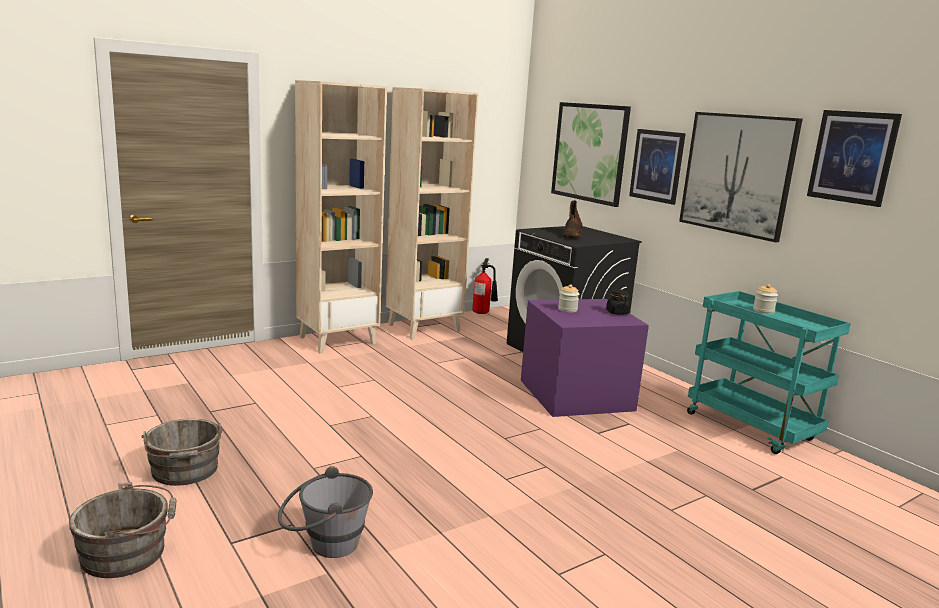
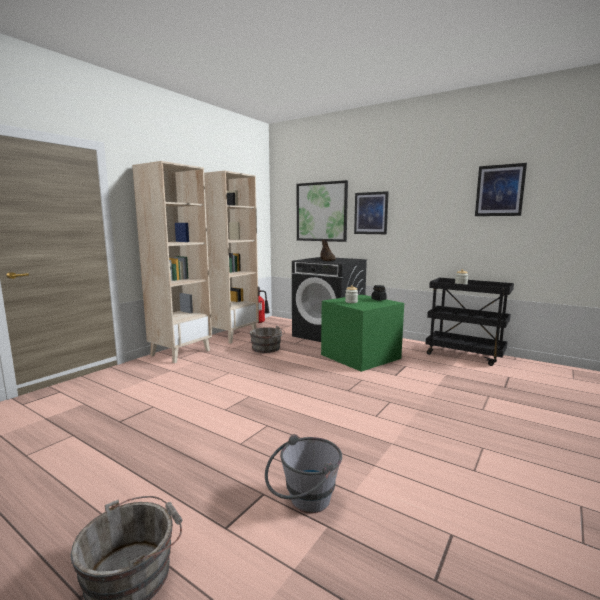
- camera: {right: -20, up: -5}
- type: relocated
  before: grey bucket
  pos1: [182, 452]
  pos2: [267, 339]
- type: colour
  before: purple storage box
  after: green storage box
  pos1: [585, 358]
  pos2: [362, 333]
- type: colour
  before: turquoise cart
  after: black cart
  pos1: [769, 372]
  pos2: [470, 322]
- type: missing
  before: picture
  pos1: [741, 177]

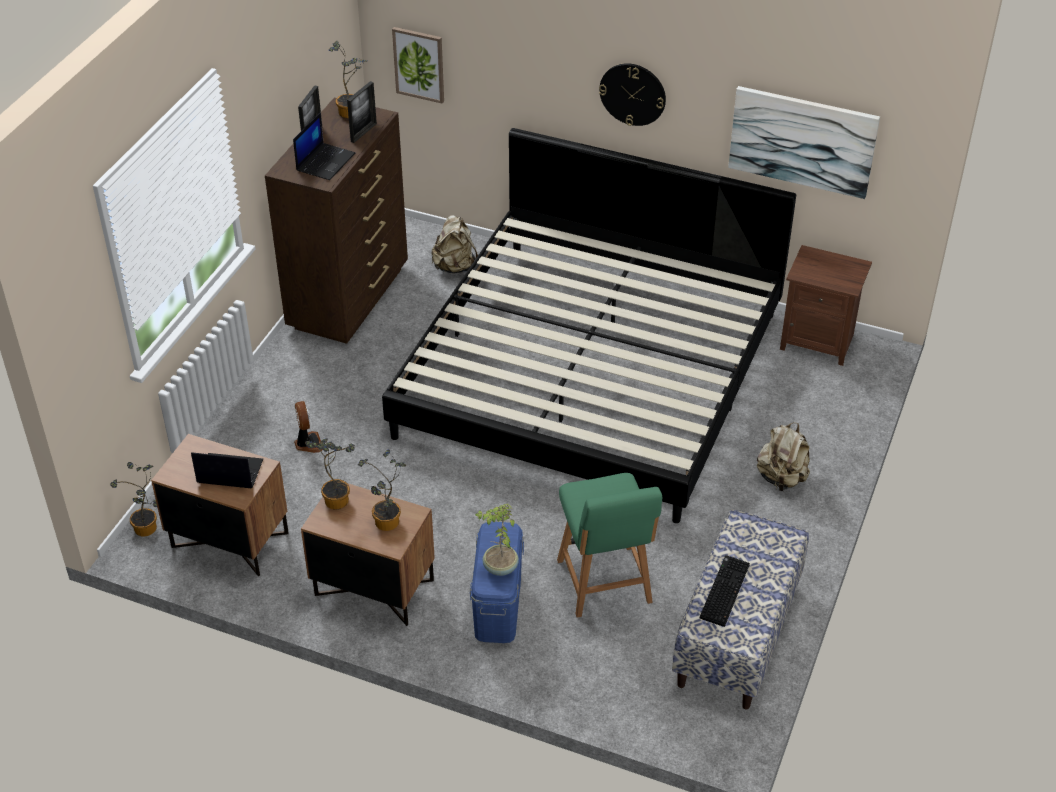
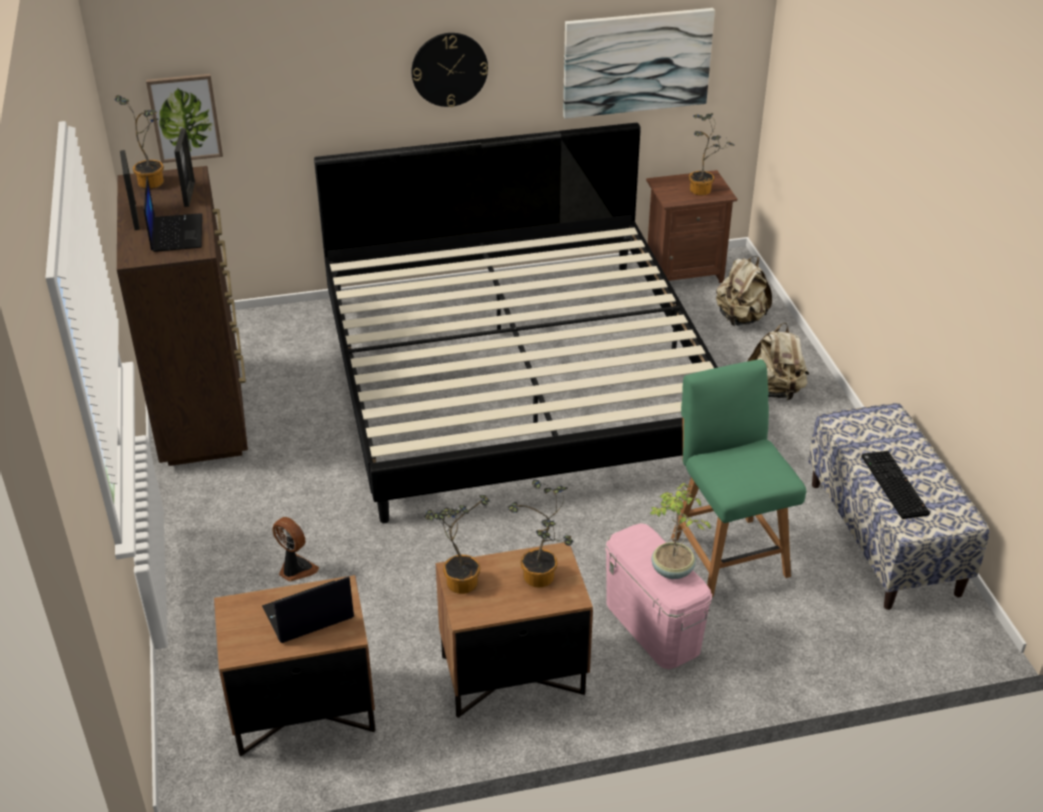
- camera: {right: -35, up: -5}
- type: colour
  before: blue storage box
  after: pink storage box
  pos1: [497, 582]
  pos2: [658, 596]
- type: spun
  before: green chair
  pos1: [609, 545]
  pos2: [738, 478]
  turn: -150
- type: relocated
  before: potted plant
  pos1: [133, 499]
  pos2: [712, 154]
- type: relocated
  before: beige backpack
  pos1: [454, 244]
  pos2: [744, 291]

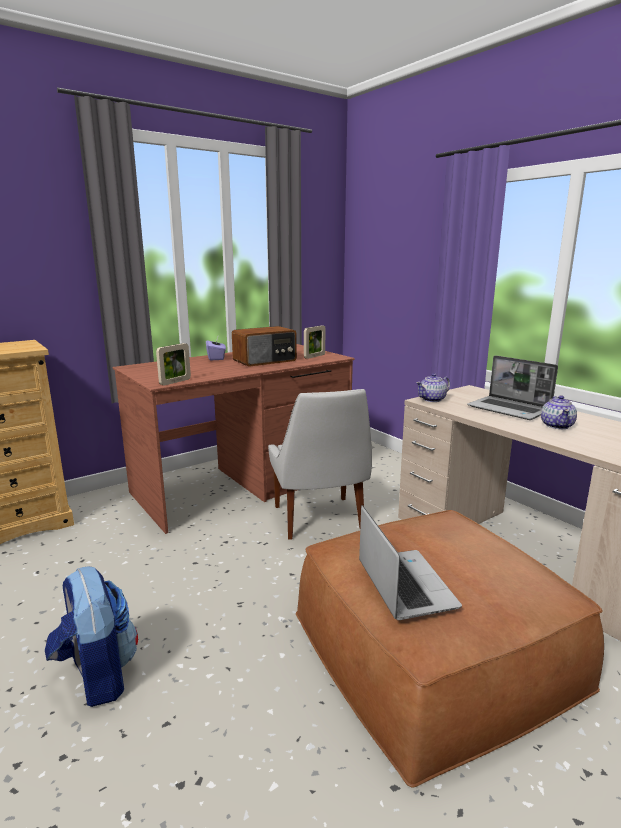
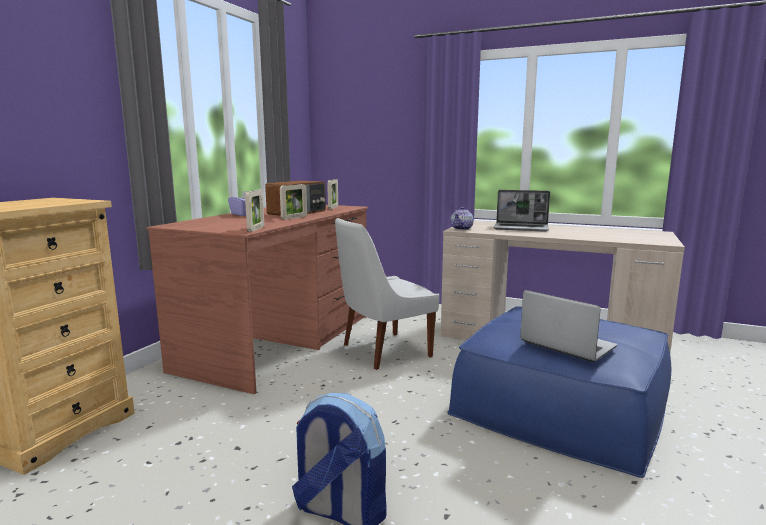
- camera: {right: -30, up: -5}
- type: appeared
  after: picture frame
  pos2: [293, 202]
- type: spun
  before: white chair
  pos1: [320, 464]
  pos2: [387, 294]
  turn: 105
- type: colour
  before: brown ottoman
  after: blue ottoman
  pos1: [450, 649]
  pos2: [559, 392]
- type: missing
  before: teapot
  pos1: [559, 412]

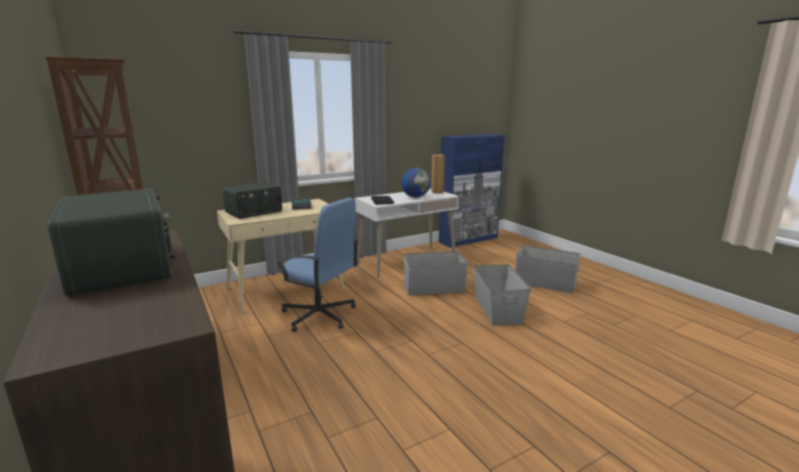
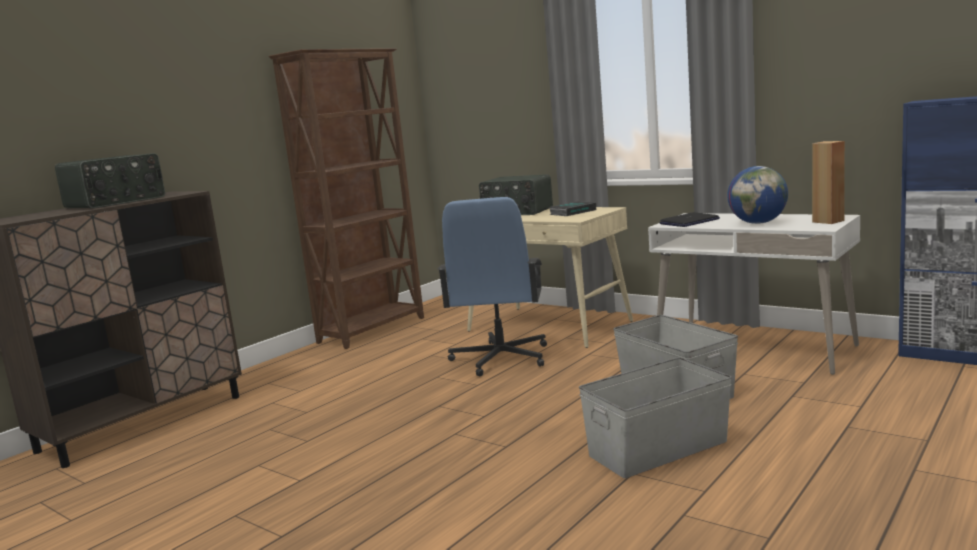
- camera: {right: 70, up: -5}
- type: missing
  before: grey storage box
  pos1: [547, 269]

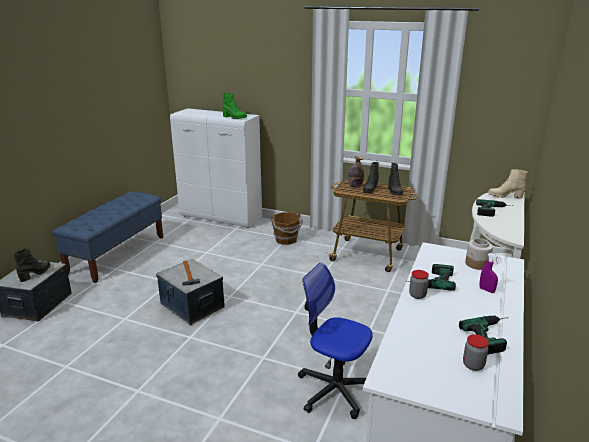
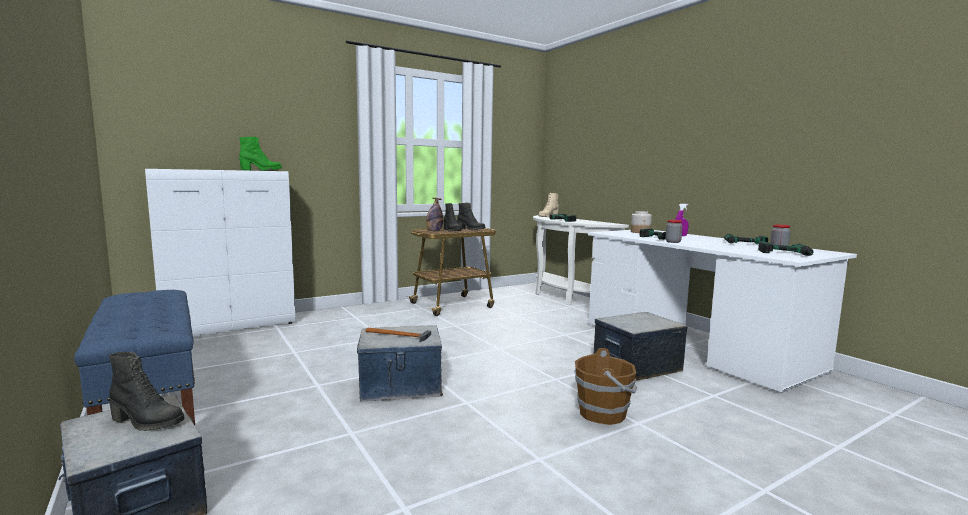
- camera: {right: -55, up: -15}
- type: spun
  before: black boot
  pos1: [31, 265]
  pos2: [147, 391]
  turn: 135
- type: relocated
  before: brown bucket
  pos1: [287, 228]
  pos2: [606, 386]
- type: exchanged
  before: office chair
  after: storage box
  pos1: [335, 341]
  pos2: [641, 346]
- type: appeared
  after: power drill
  pos2: [785, 248]

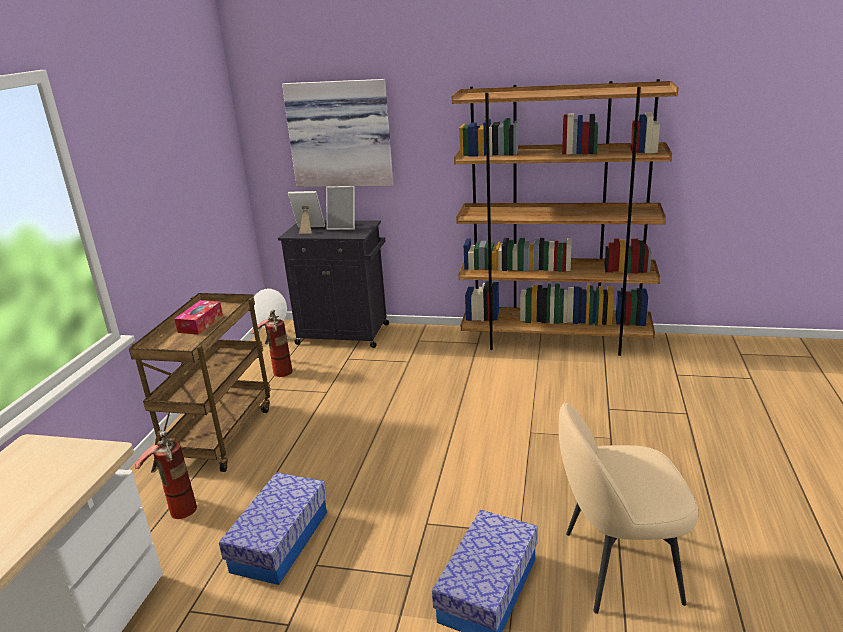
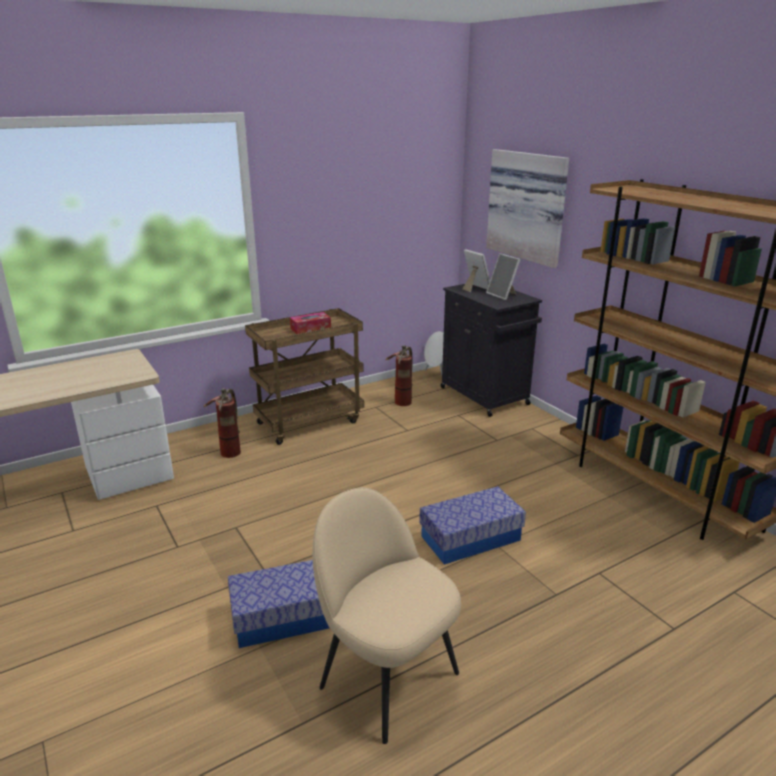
- camera: {right: 45, up: 0}
- type: relocated
  before: storage box
  pos1: [273, 528]
  pos2: [472, 525]

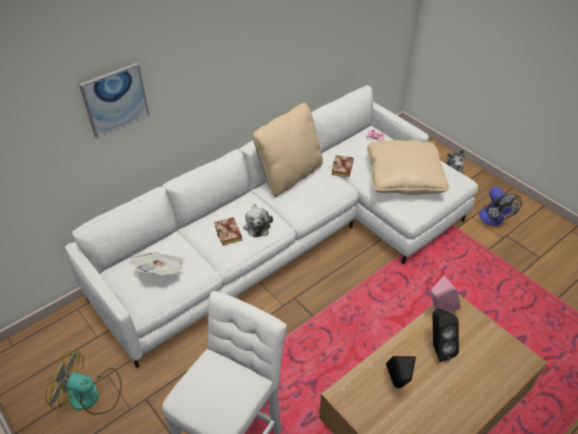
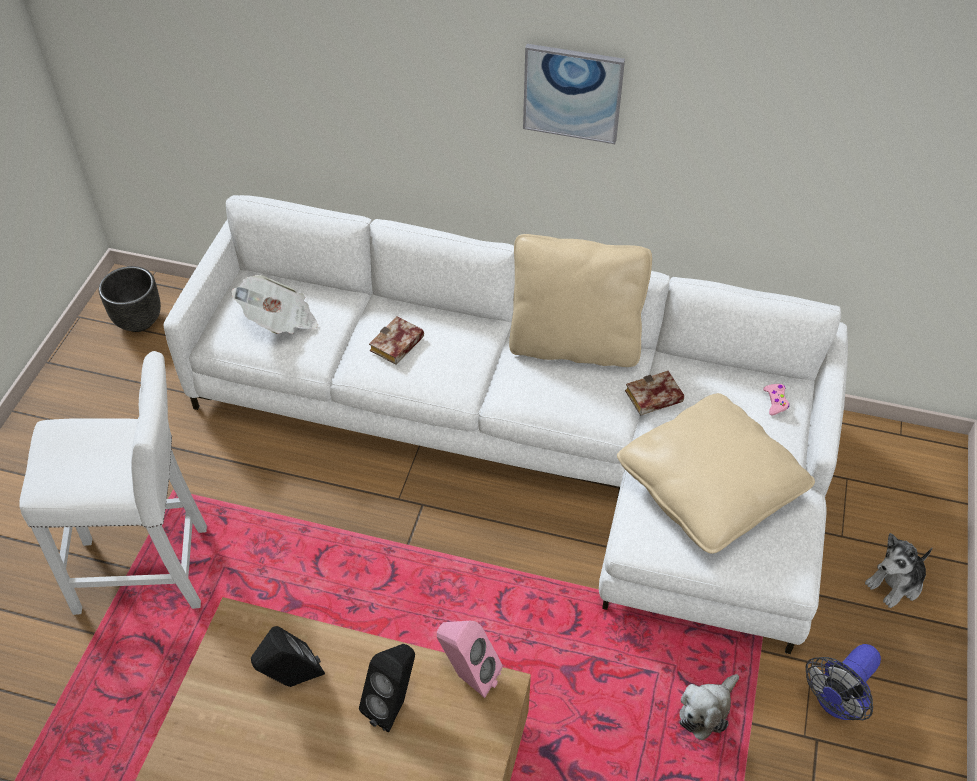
- camera: {right: 55, up: 5}
- type: appeared
  after: black planter
  pos2: [130, 299]
- type: relocated
  before: picture
  pos1: [114, 100]
  pos2: [574, 94]
- type: relocated
  before: plush toy
  pos1: [258, 220]
  pos2: [709, 707]
- type: missing
  before: fan
  pos1: [83, 382]

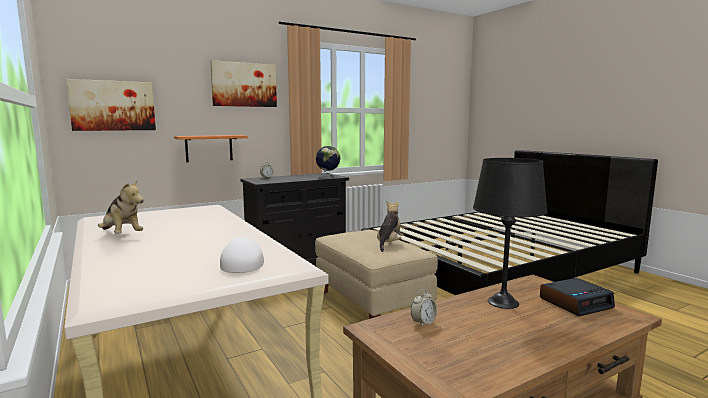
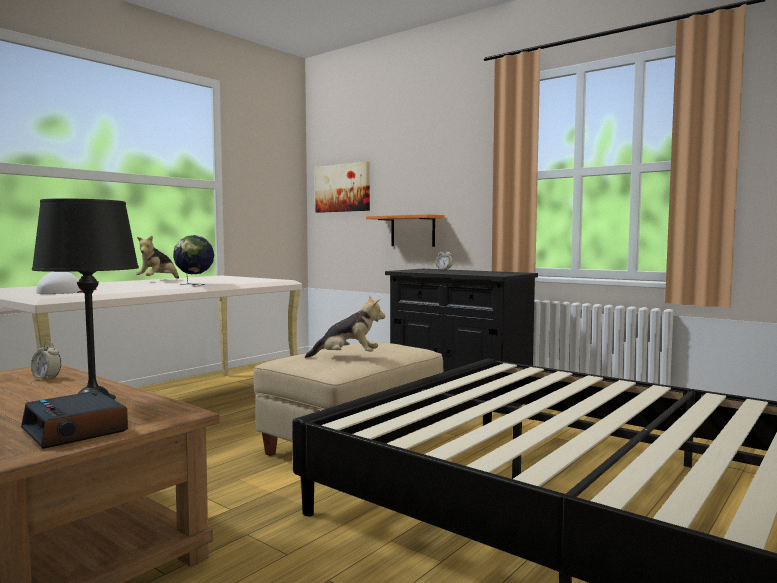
- camera: {right: 70, up: -5}
- type: relocated
  before: globe
  pos1: [328, 162]
  pos2: [193, 260]
- type: missing
  before: picture
  pos1: [243, 83]

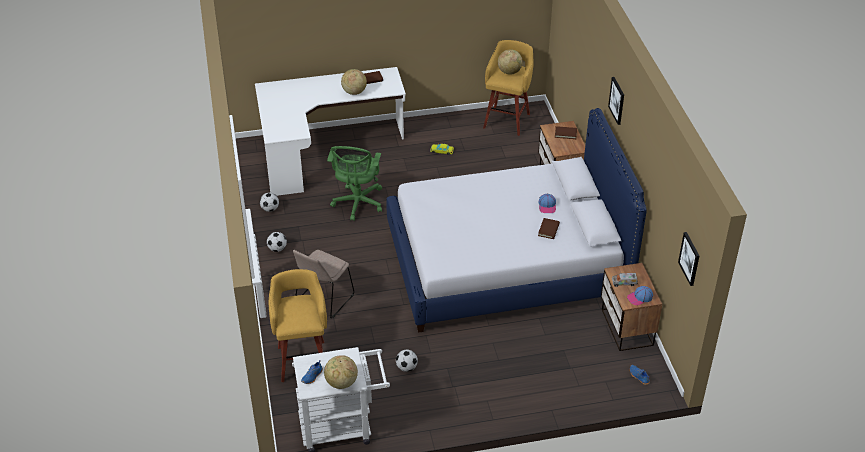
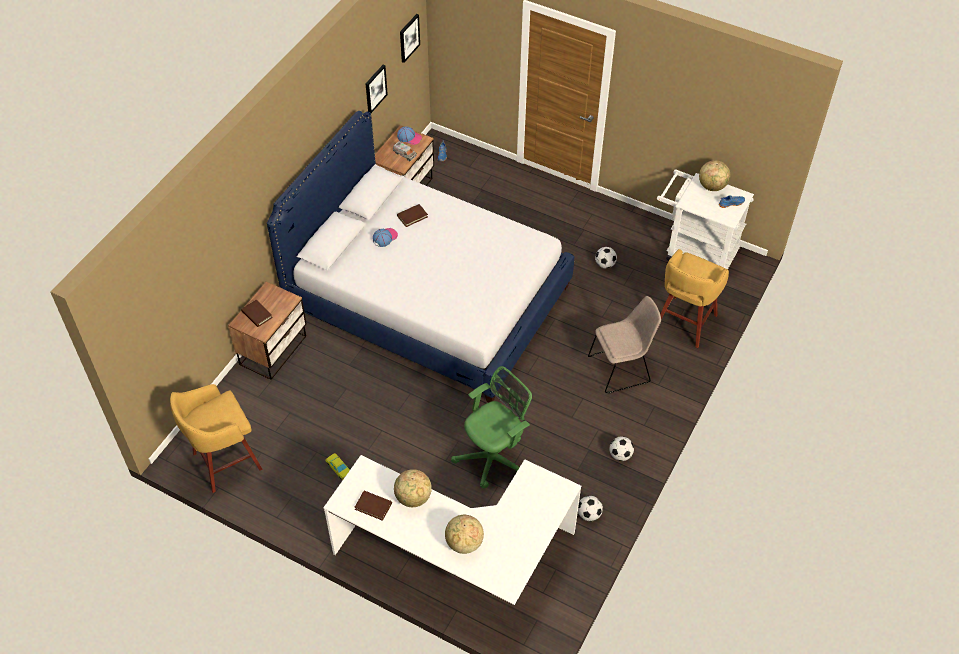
- camera: {right: -140, up: 10}
- type: relocated
  before: picture
  pos1: [616, 101]
  pos2: [376, 88]
- type: relocated
  before: globe
  pos1: [510, 62]
  pos2: [464, 534]

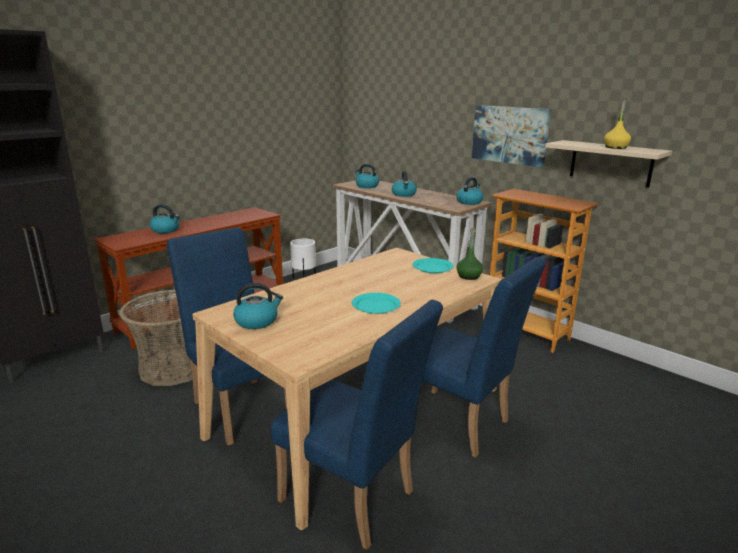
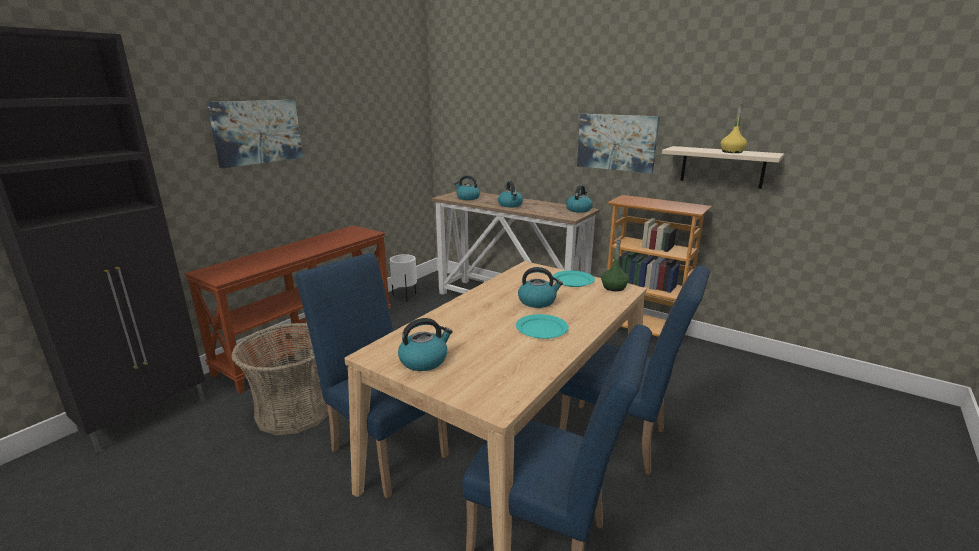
- camera: {right: -10, up: 0}
- type: appeared
  after: picture
  pos2: [255, 134]
- type: relocated
  before: kettle
  pos1: [165, 218]
  pos2: [540, 287]

